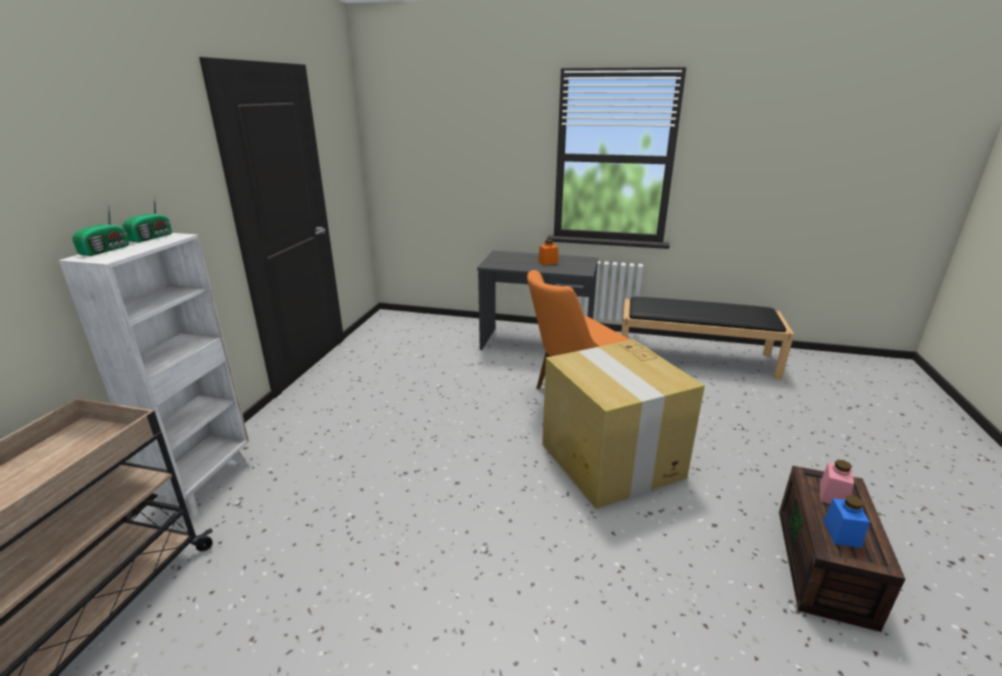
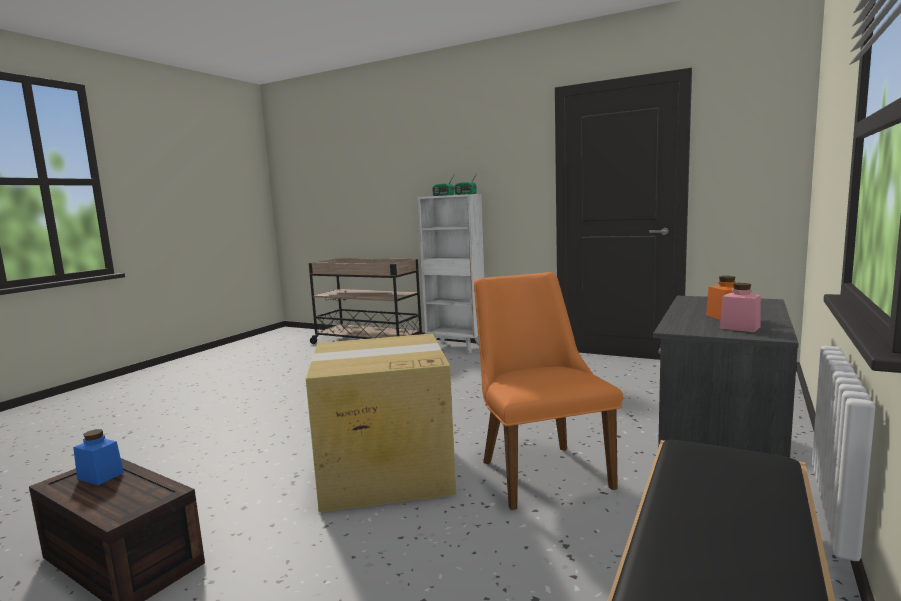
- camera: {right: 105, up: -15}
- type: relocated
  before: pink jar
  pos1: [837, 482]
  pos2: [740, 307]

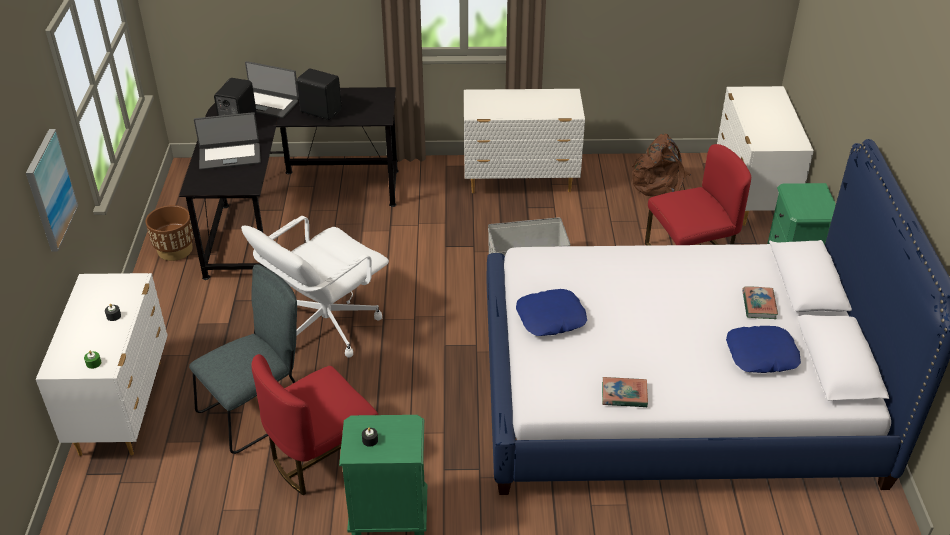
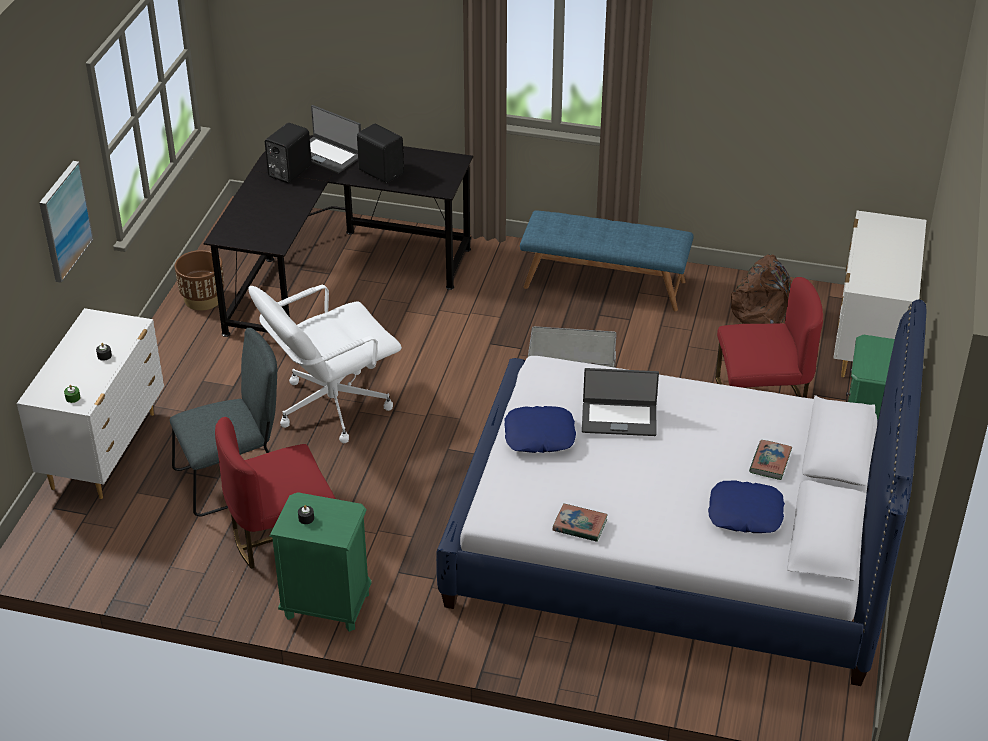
- camera: {right: 15, up: 0}
- type: exchanged
  before: white dresser
  after: blue bench
  pos1: [524, 141]
  pos2: [607, 260]
- type: relocated
  before: laptop
  pos1: [227, 141]
  pos2: [620, 402]

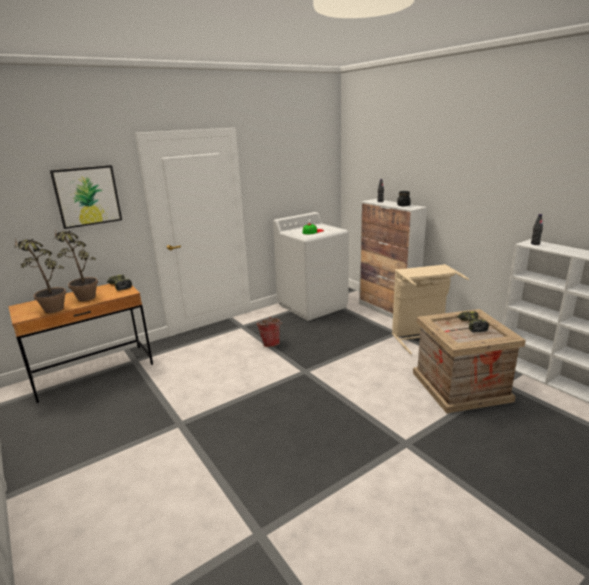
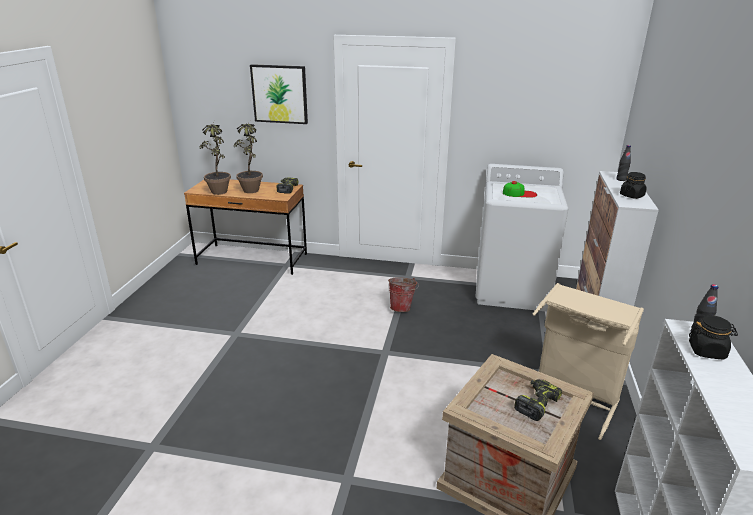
- camera: {right: 45, up: 5}
- type: appeared
  after: black jar
  pos2: [713, 337]

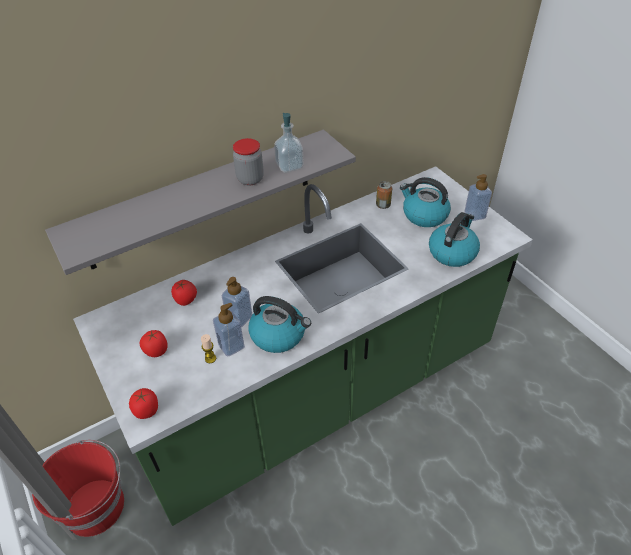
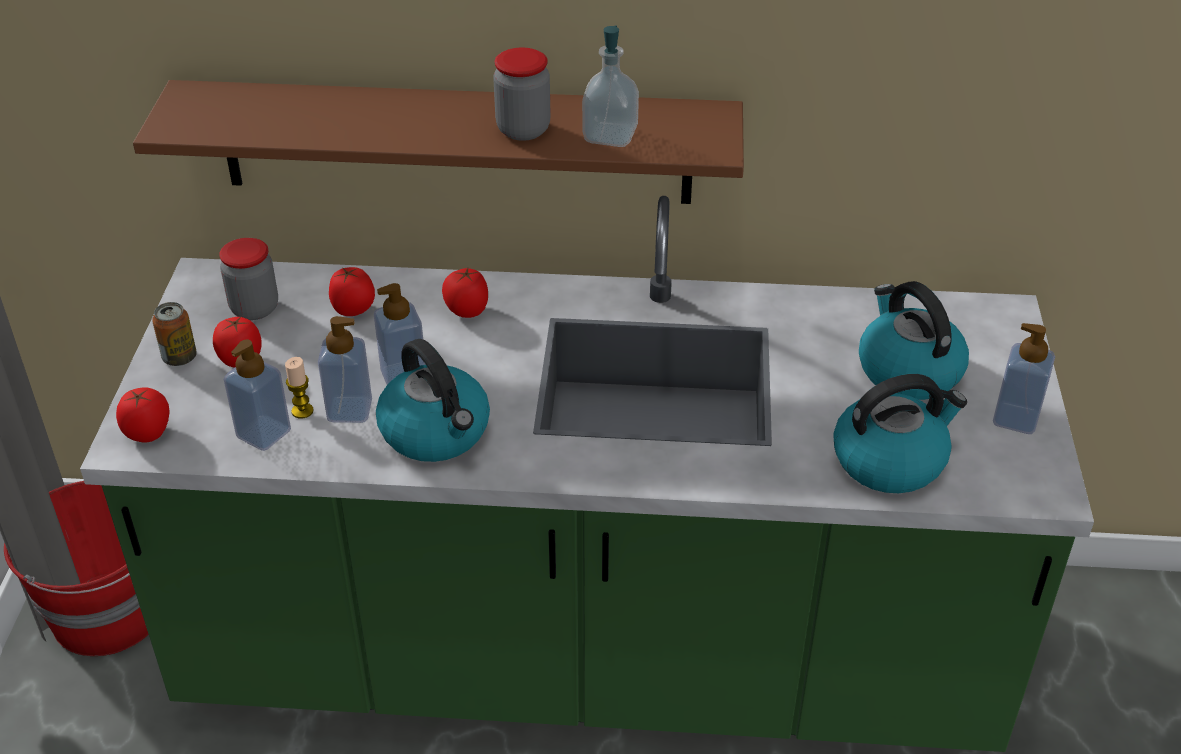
- camera: {right: 35, up: -5}
- type: colour
  before: grey shelf
  after: brown shelf
  pos1: [200, 202]
  pos2: [438, 142]
- type: relocated
  before: can
  pos1: [384, 195]
  pos2: [174, 334]
- type: appeared
  after: jar
  pos2: [248, 279]
- type: appeared
  after: soap dispenser
  pos2: [257, 395]
- type: appeared
  after: tomato
  pos2: [465, 293]

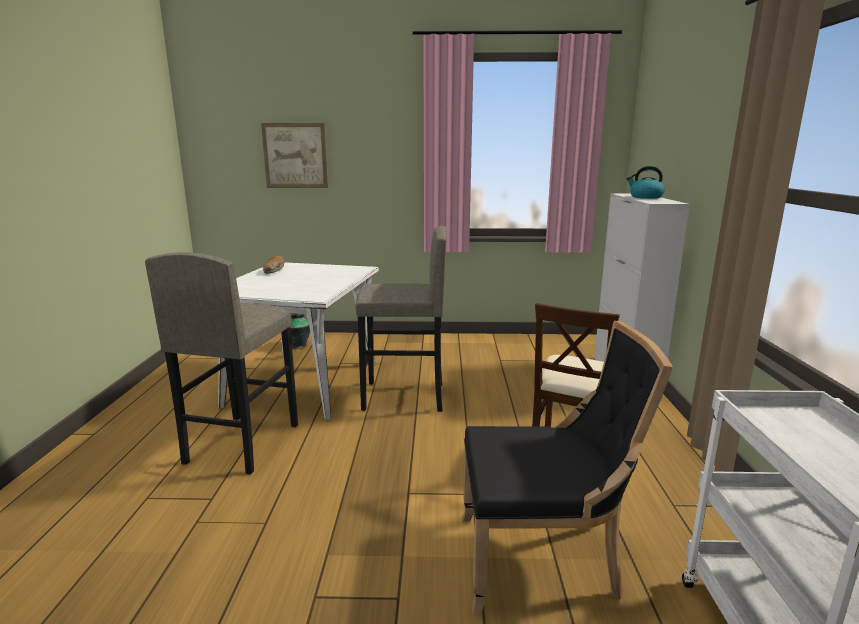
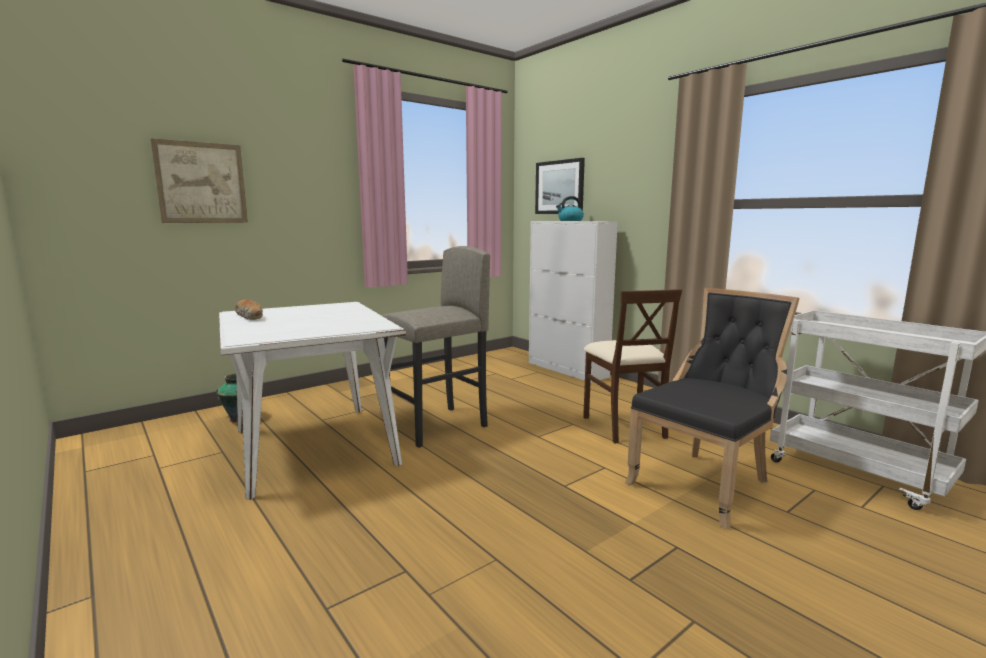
- camera: {right: -40, up: -5}
- type: appeared
  after: picture
  pos2: [560, 186]
- type: missing
  before: grey stool
  pos1: [221, 363]

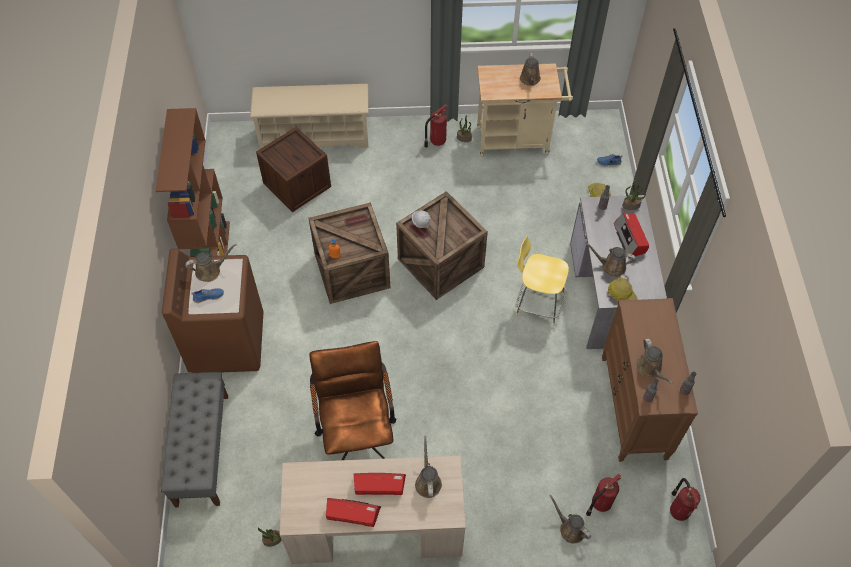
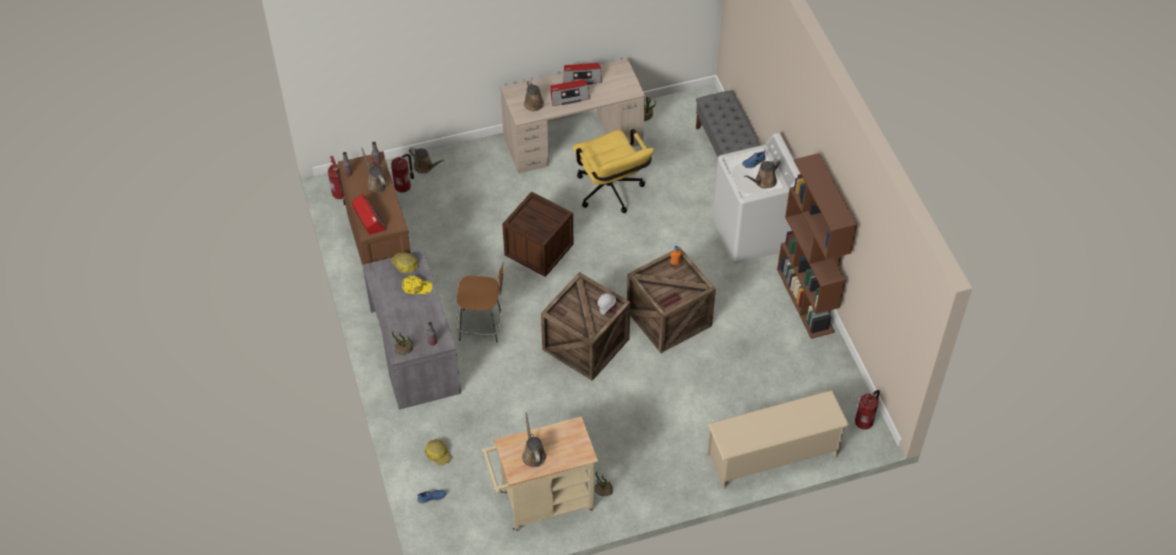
- camera: {right: 165, up: -5}
- type: relocated
  before: radio
  pos1: [631, 235]
  pos2: [369, 214]
- type: exchanged
  before: brown watering can
  after: yellow cap
  pos1: [610, 260]
  pos2: [417, 285]
- type: colour
  before: yellow stool
  after: brown stool
  pos1: [542, 280]
  pos2: [480, 302]
- type: relocated
  before: crate
  pos1: [293, 169]
  pos2: [537, 234]
- type: colour
  before: brown office chair
  after: yellow office chair
  pos1: [353, 400]
  pos2: [613, 171]
- type: colour
  before: brown washing machine
  after: white washing machine
  pos1: [213, 310]
  pos2: [756, 198]
- type: relocated
  before: fire extinguisher
  pos1: [436, 126]
  pos2: [867, 410]

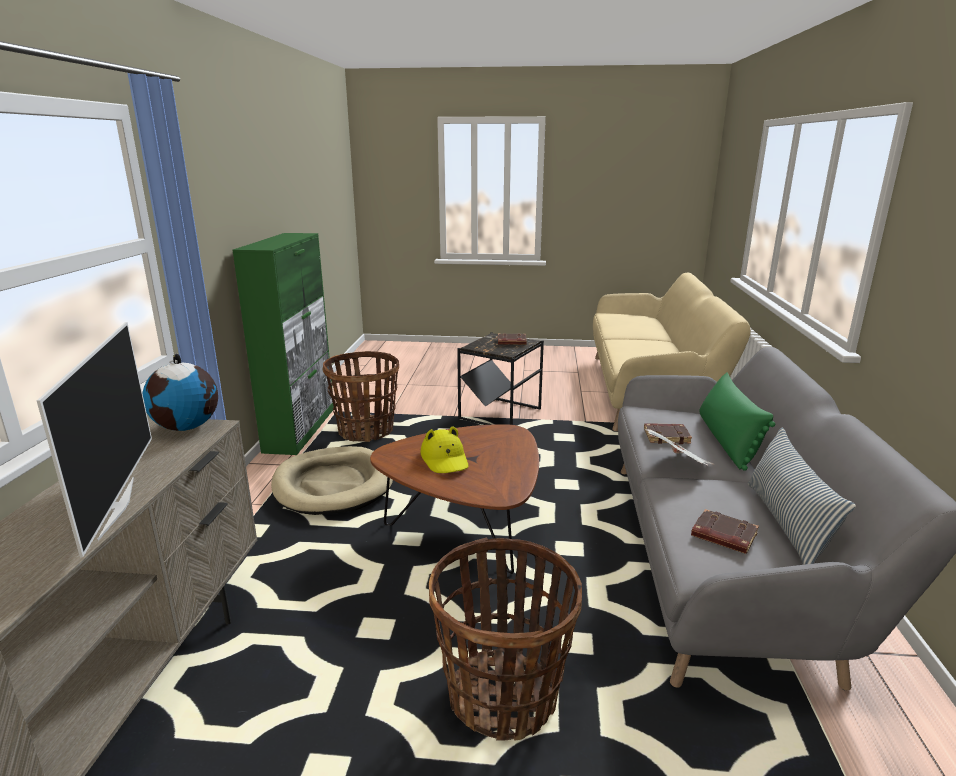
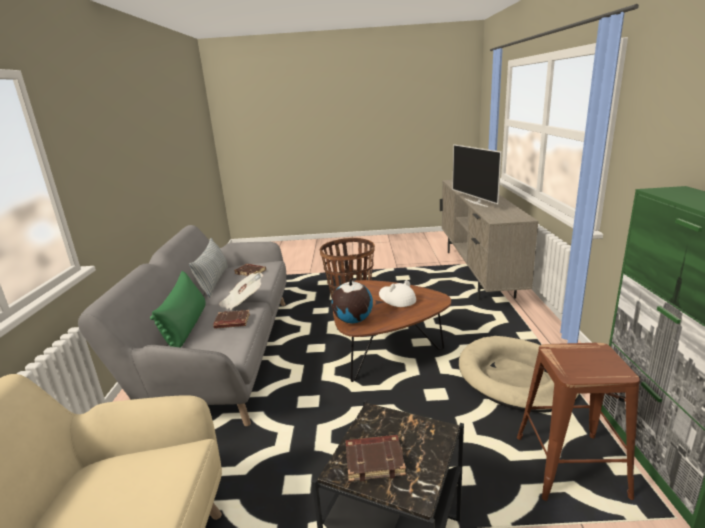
- camera: {right: 175, up: 0}
- type: relocated
  before: globe
  pos1: [180, 392]
  pos2: [352, 301]
- type: colour
  before: yellow hat
  after: white hat
  pos1: [444, 449]
  pos2: [397, 293]
- type: exchanged
  before: basket
  after: brown stool
  pos1: [361, 396]
  pos2: [578, 422]

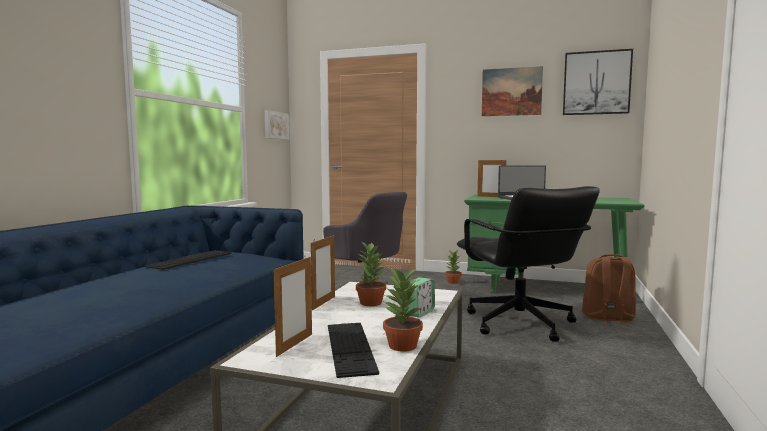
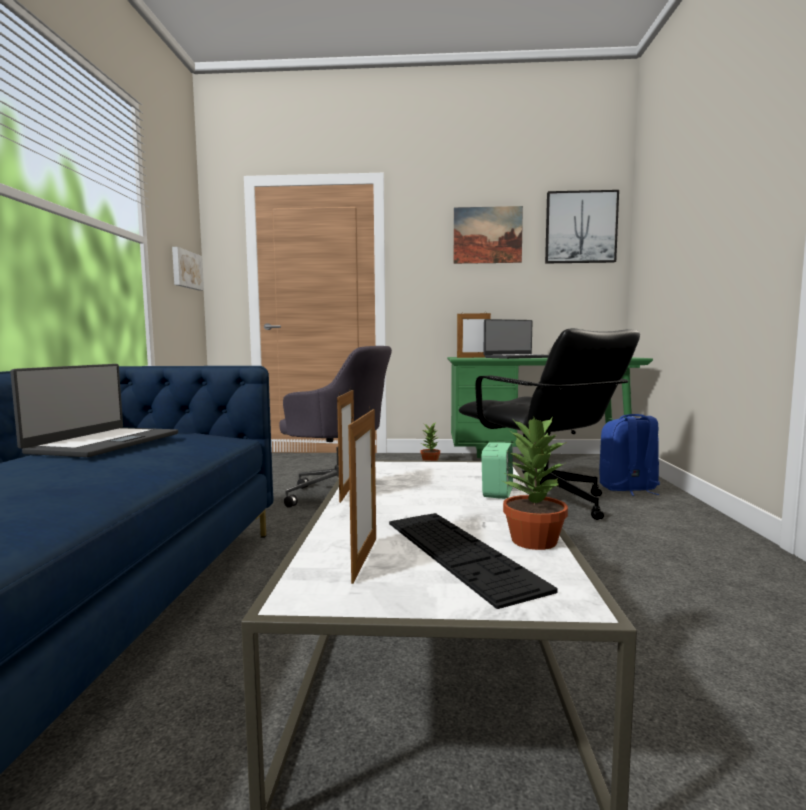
- camera: {right: -15, up: 0}
- type: exchanged
  before: keyboard
  after: laptop
  pos1: [188, 260]
  pos2: [94, 410]
- type: colour
  before: brown backpack
  after: blue backpack
  pos1: [609, 290]
  pos2: [629, 455]
- type: missing
  before: potted plant
  pos1: [371, 273]

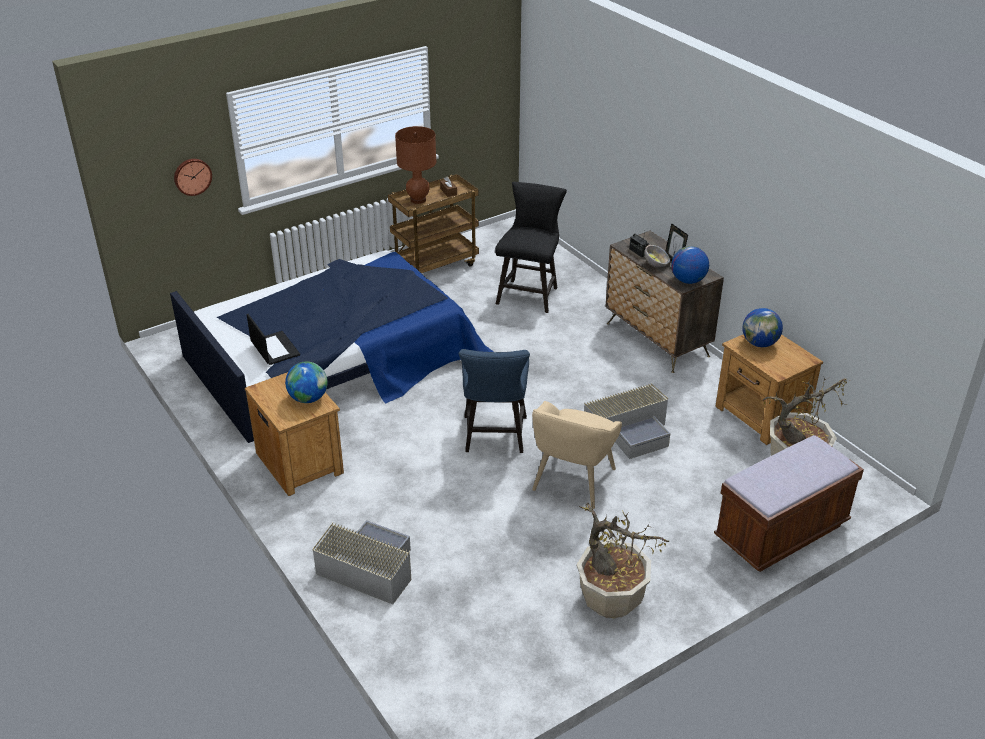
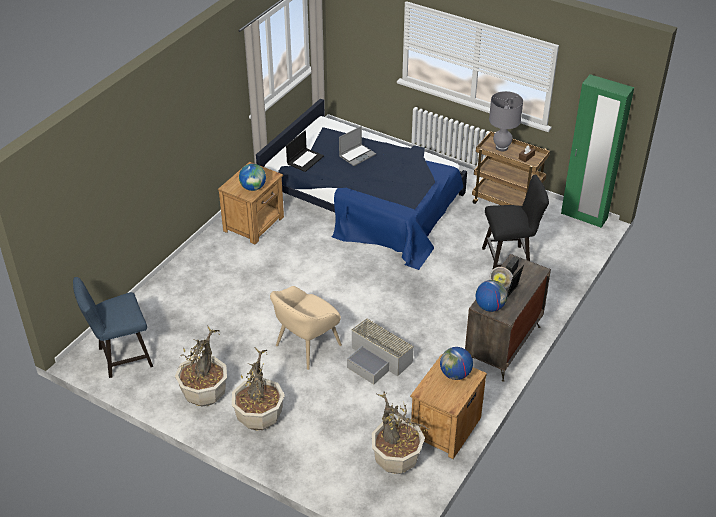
- camera: {right: 65, up: 5}
- type: relocated
  before: blue chair
  pos1: [494, 401]
  pos2: [113, 327]
- type: appeared
  after: potted plant
  pos2: [258, 389]
- type: spun
  before: beige armchair
  pos1: [577, 455]
  pos2: [306, 328]
  turn: -45
- type: appeared
  after: laptop
  pos2: [357, 146]
- type: colour
  before: brown table lamp
  after: grey table lamp
  pos1: [415, 165]
  pos2: [506, 121]
- type: appeared
  after: green wardrobe
  pos2: [597, 151]
- type: missing
  before: wall clock
  pos1: [193, 177]
- type: missing
  before: grey storage box
  pos1: [361, 562]
- type: missing
  before: brown bench
  pos1: [789, 503]

